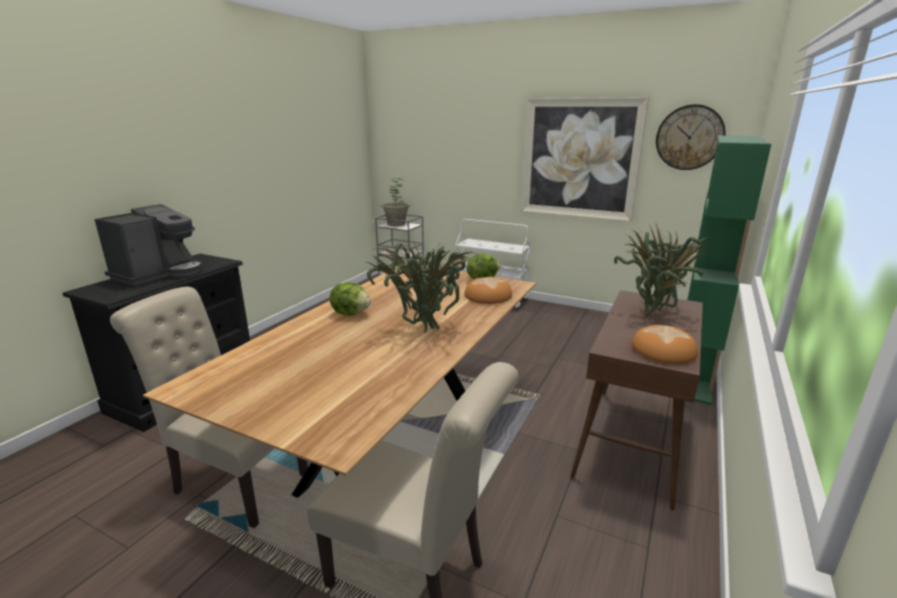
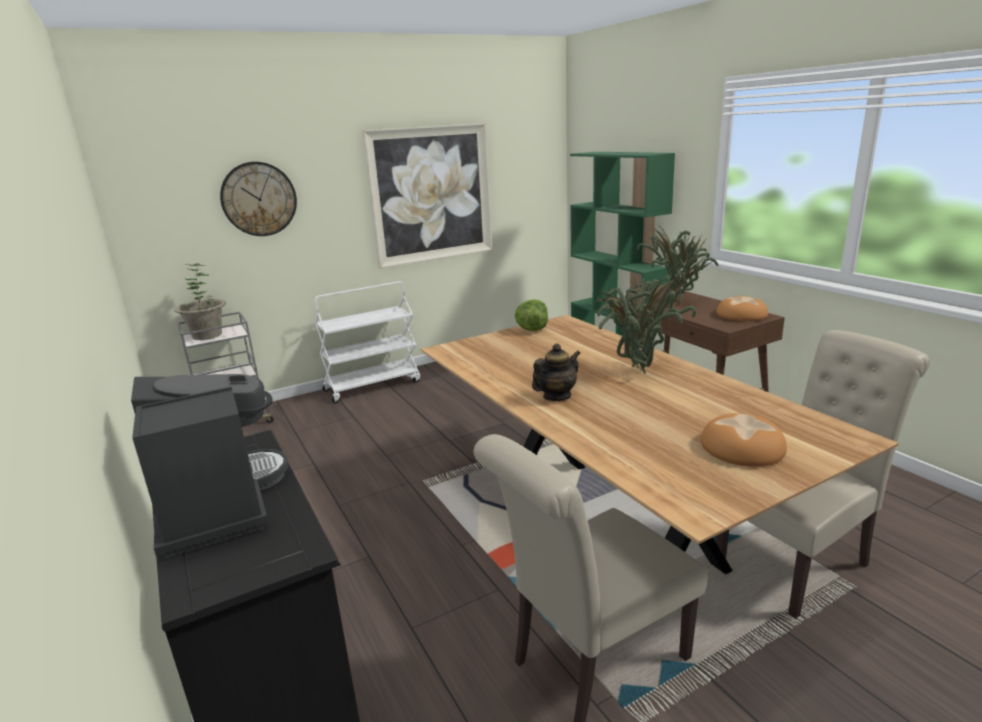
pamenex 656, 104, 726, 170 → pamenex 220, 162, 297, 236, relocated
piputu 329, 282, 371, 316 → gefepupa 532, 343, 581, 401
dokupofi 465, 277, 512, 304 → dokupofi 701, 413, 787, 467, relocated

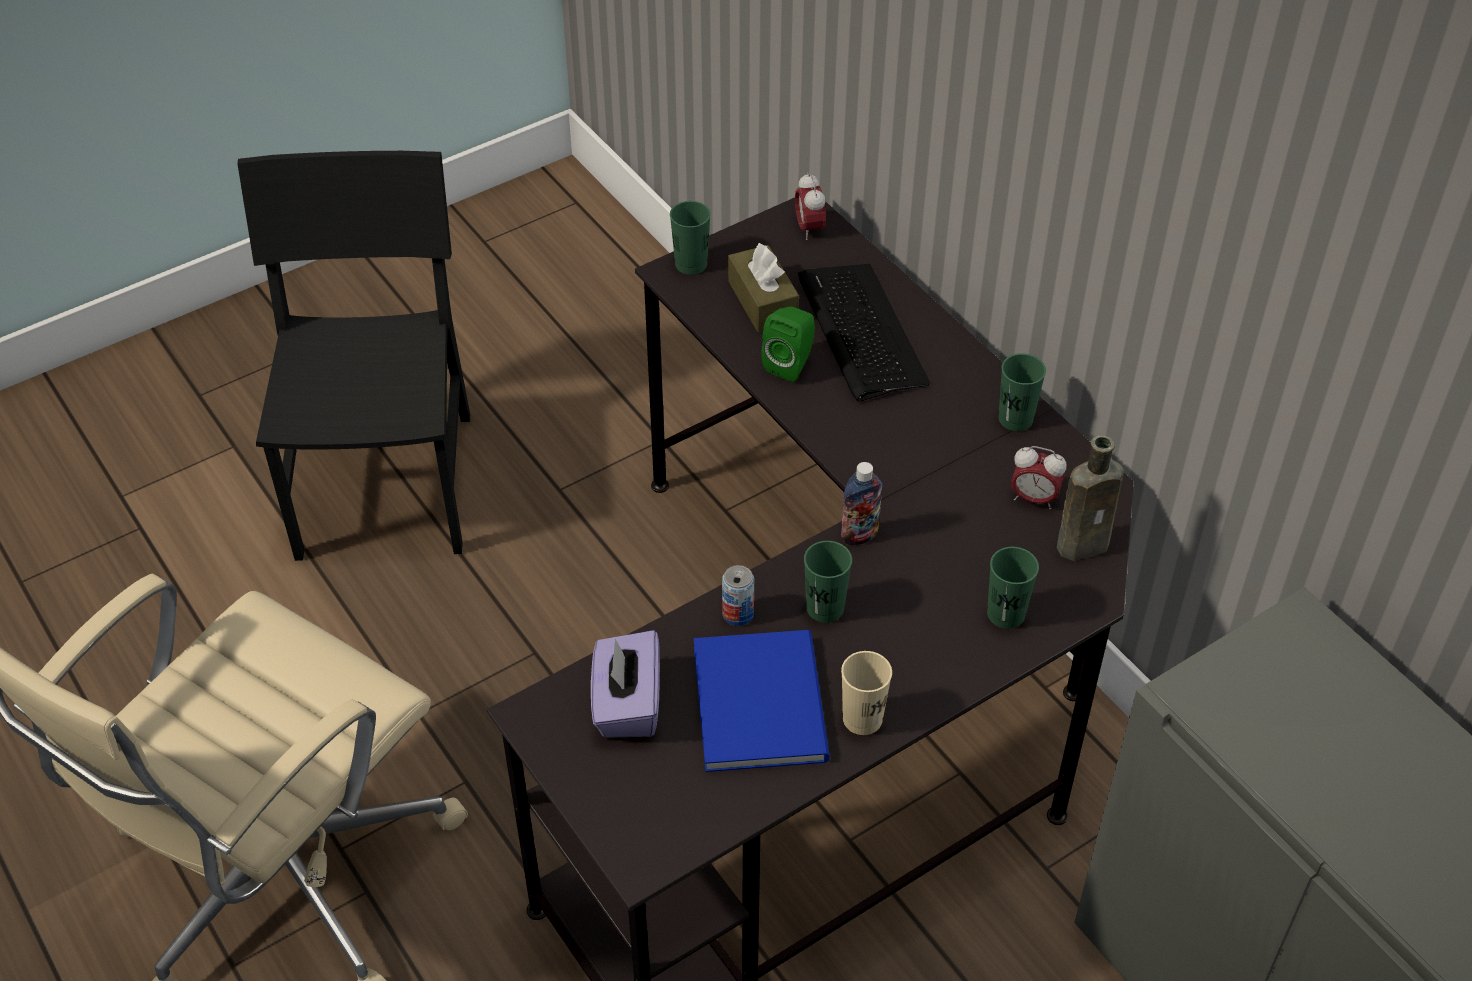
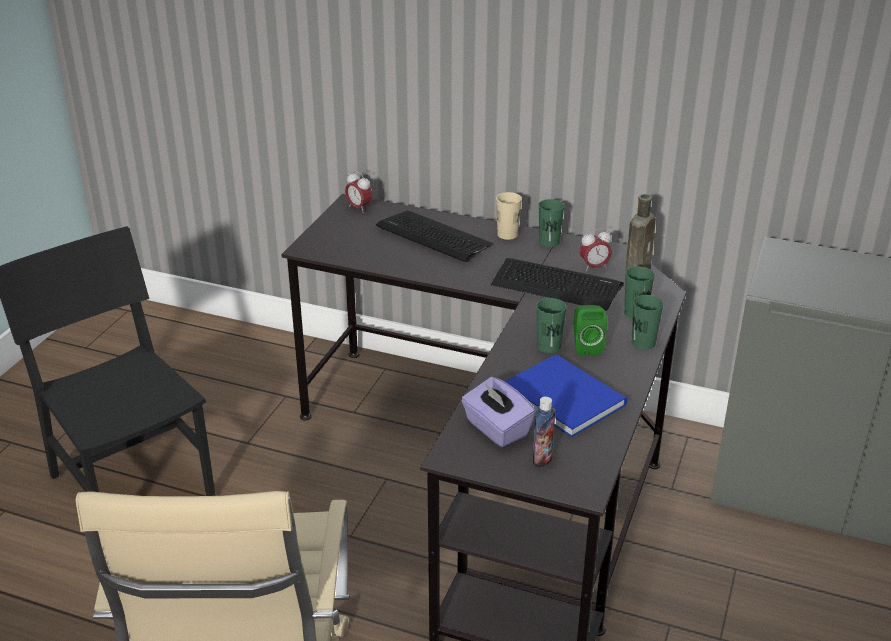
- → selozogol 491, 258, 624, 311
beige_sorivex 841, 651, 892, 735 → beige_sorivex 496, 192, 522, 240, relocated
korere 841, 462, 882, 545 → korere 533, 397, 556, 468, relocated
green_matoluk 761, 306, 815, 382 → green_matoluk 574, 305, 607, 356, relocated
green_sorivex 670, 201, 711, 275 → green_sorivex 632, 295, 663, 350, relocated
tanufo 722, 565, 754, 626 → -
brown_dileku 728, 243, 799, 333 → -

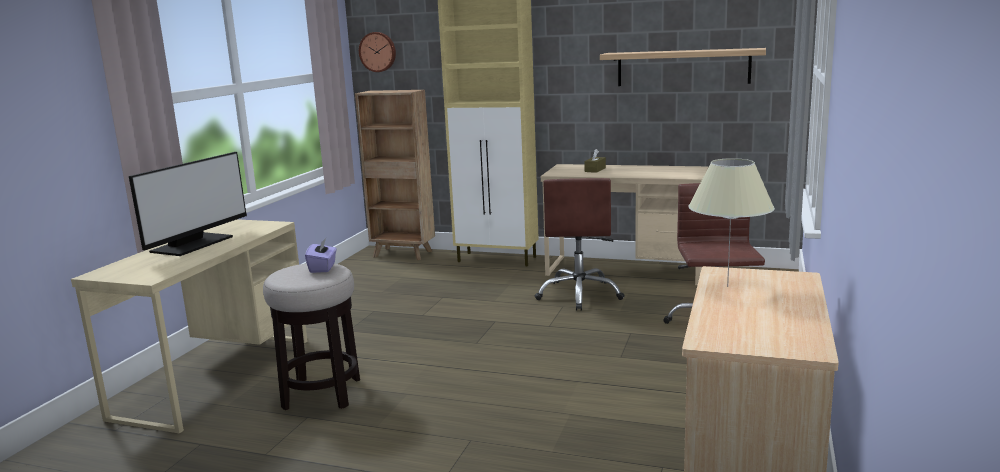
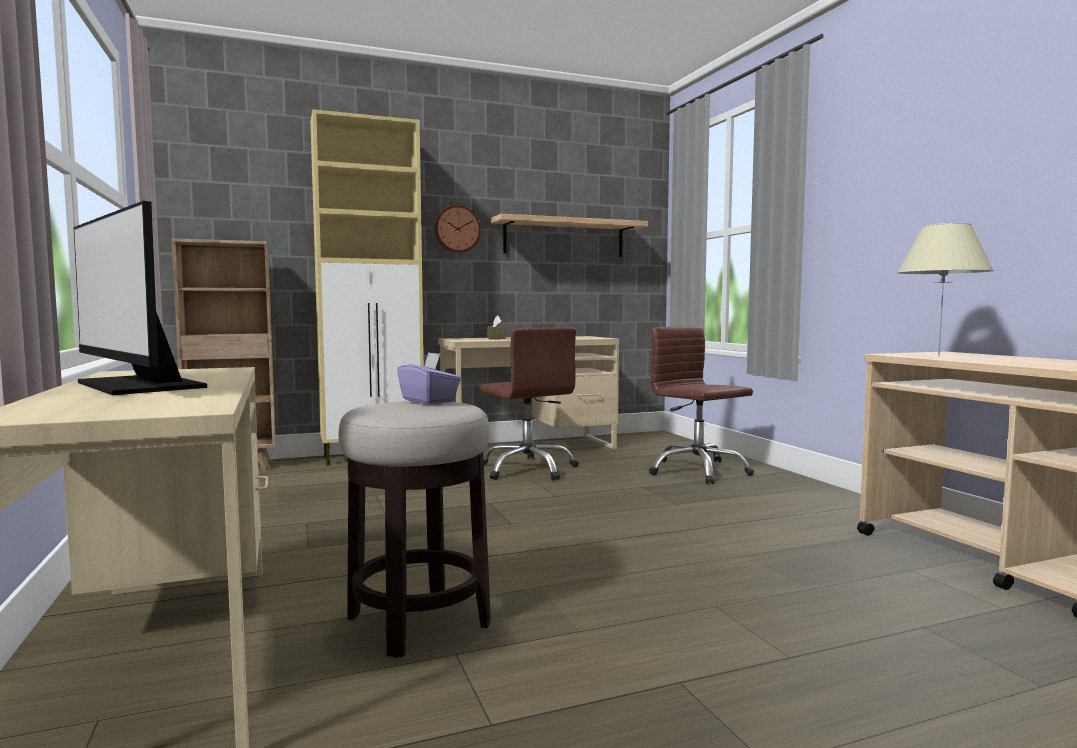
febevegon 129, 152, 247, 256 → febevegon 74, 201, 207, 395, 150 degrees clockwise
pamenex 359, 32, 396, 72 → pamenex 434, 205, 481, 253, relocated

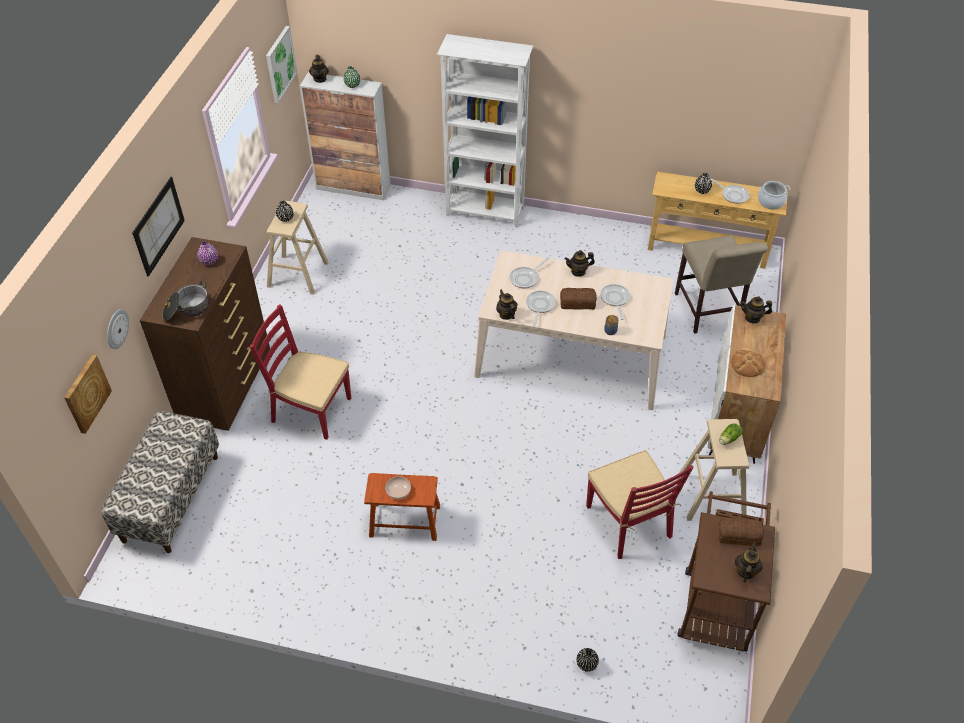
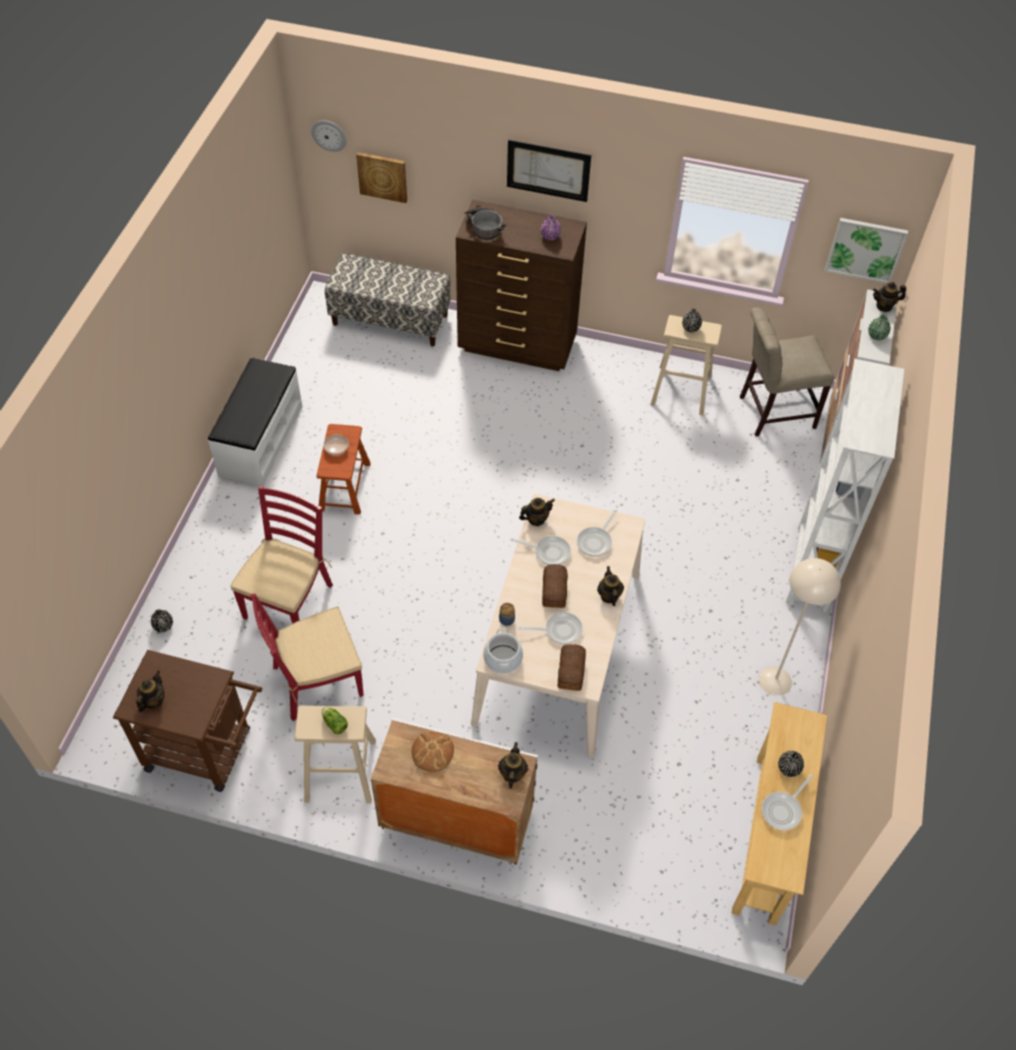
gefepupa 735, 542, 763, 582 → gefepupa 136, 670, 165, 712, 90 degrees counterclockwise
- → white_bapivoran 208, 358, 302, 486
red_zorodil 250, 304, 351, 440 → red_zorodil 230, 486, 333, 624, relocated
pamenex 107, 309, 129, 349 → pamenex 311, 120, 347, 152, relocated
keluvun 758, 181, 791, 209 → keluvun 483, 628, 523, 674, relocated
dokupofi 718, 517, 764, 546 → dokupofi 558, 644, 586, 691, relocated
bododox 509, 257, 550, 288 → bododox 577, 509, 617, 557, 105 degrees counterclockwise
beige_zorodil 675, 236, 768, 334 → beige_zorodil 740, 307, 835, 437, relocated
- → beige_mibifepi 759, 558, 841, 696

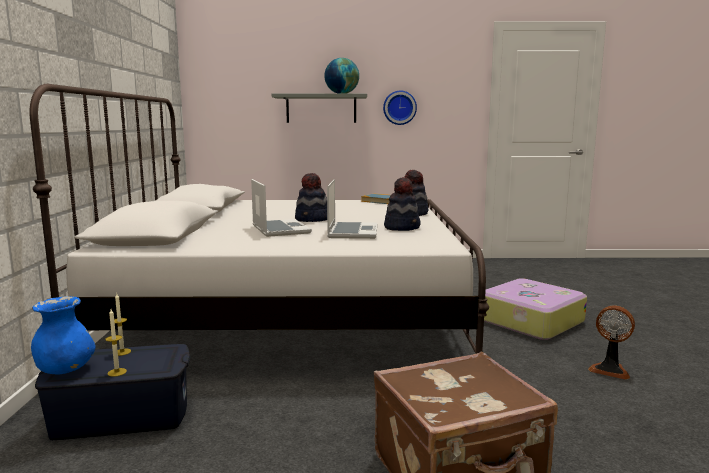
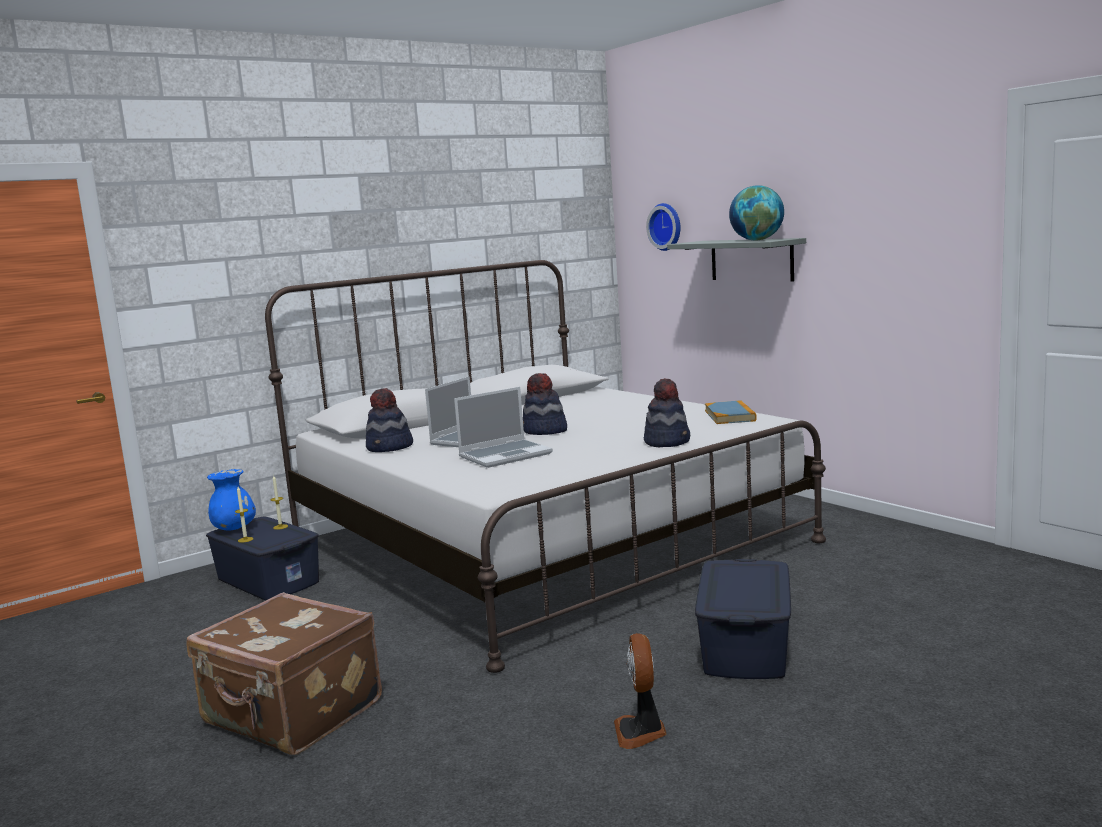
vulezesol 384, 177, 421, 231 → vulezesol 366, 388, 413, 452, relocated
pamenex 383, 90, 417, 125 → pamenex 646, 203, 681, 251, relocated
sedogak 484, 278, 587, 340 → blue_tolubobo 695, 559, 791, 679

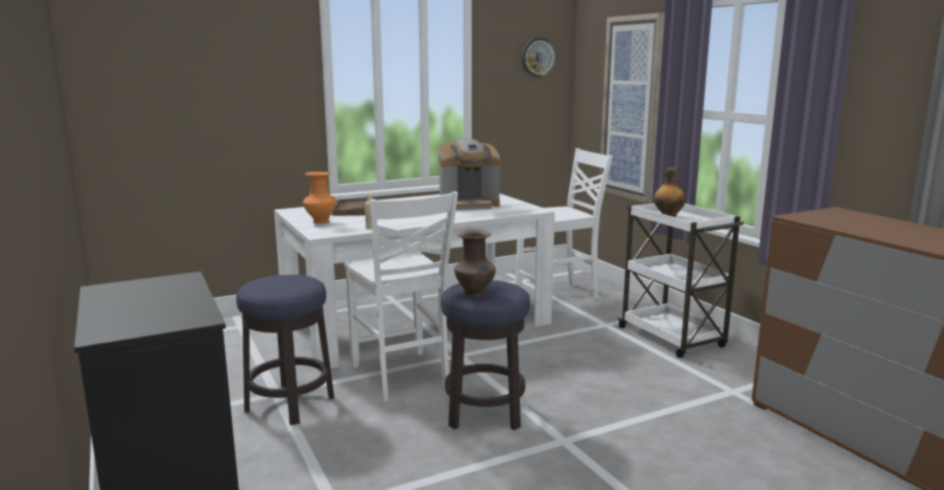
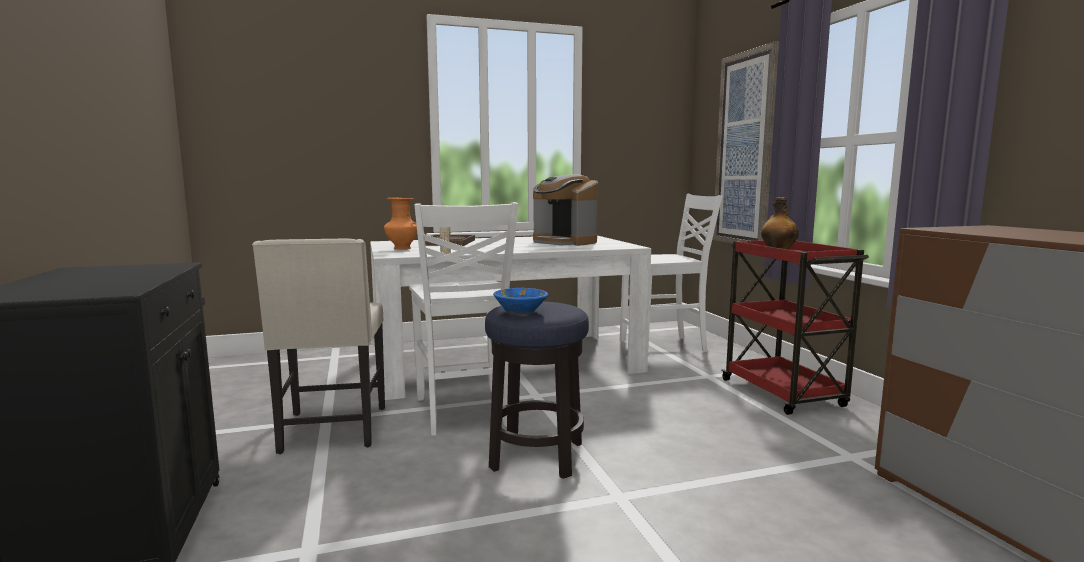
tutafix 236, 275, 334, 425 → beige_zorodil 252, 239, 385, 454
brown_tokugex 454, 229, 496, 298 → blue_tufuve 493, 288, 548, 315
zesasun 438, 138, 500, 210 → zesasun 533, 174, 598, 246, 45 degrees clockwise
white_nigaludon 617, 203, 744, 358 → red_nigaludon 721, 240, 869, 415
pamenex 522, 38, 556, 77 → -

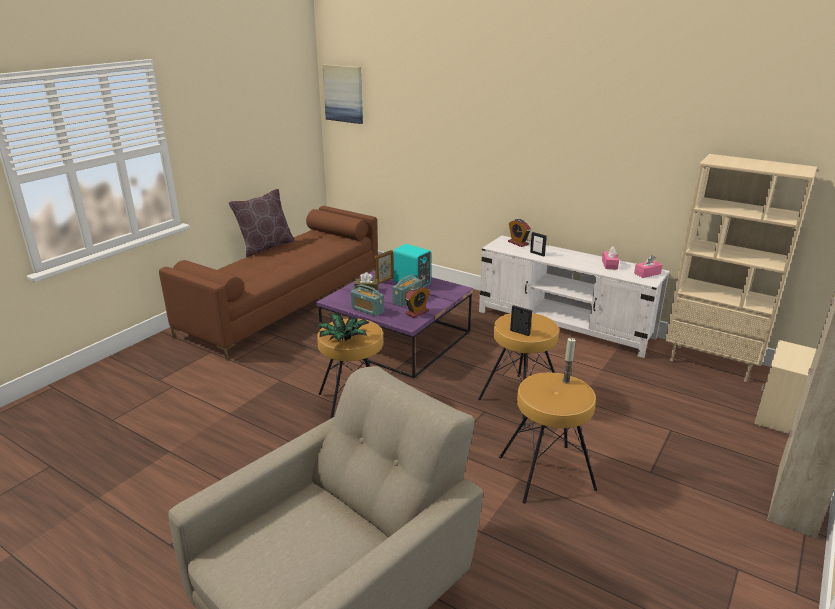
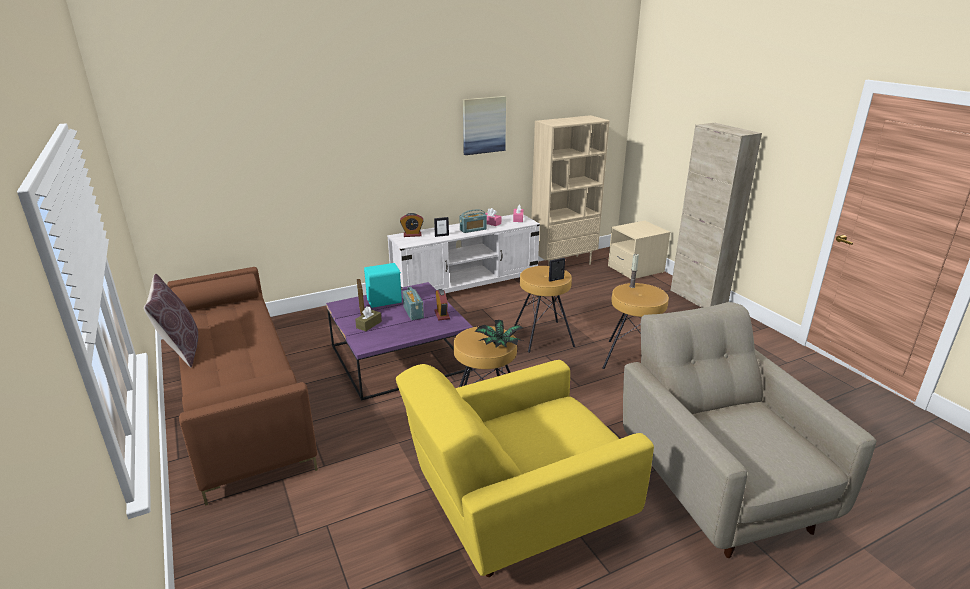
- → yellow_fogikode 396, 360, 654, 577
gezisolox 351, 285, 384, 316 → gezisolox 460, 209, 487, 233, relocated
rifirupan 322, 64, 363, 124 → rifirupan 463, 96, 506, 155, relocated

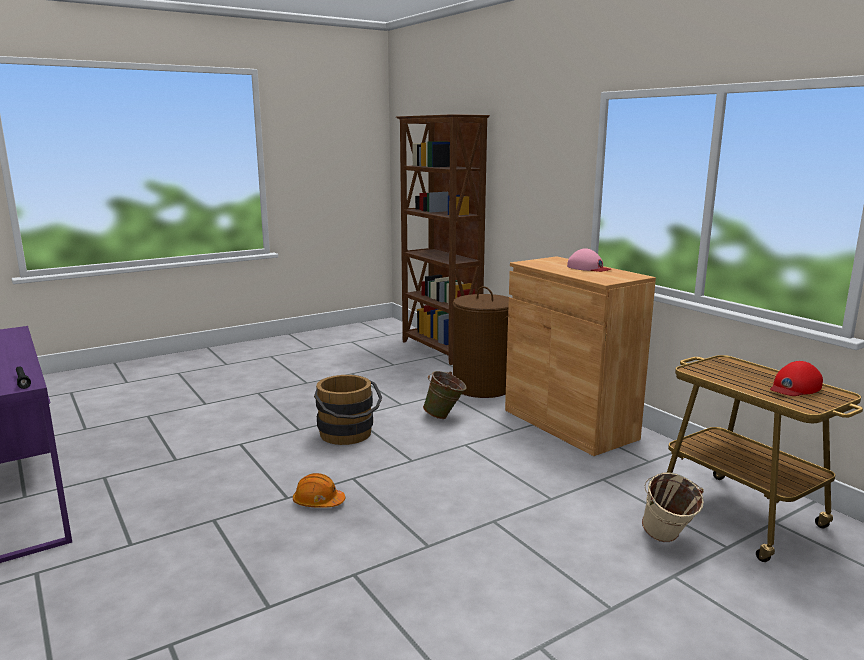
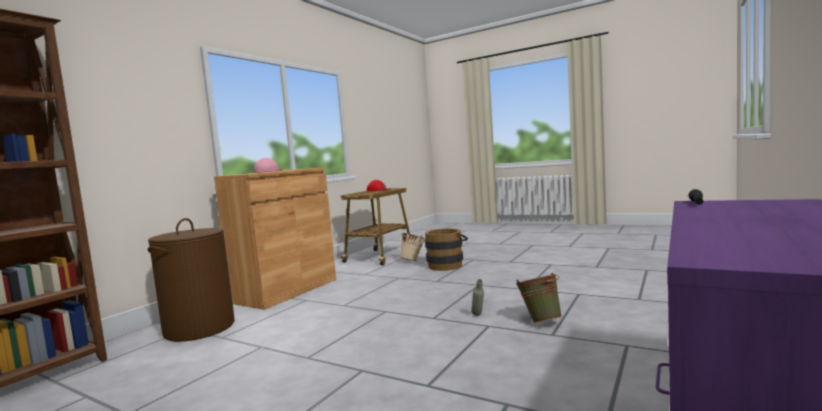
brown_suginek 314, 375, 382, 445 → brown_suginek 425, 229, 468, 271, relocated
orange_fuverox 293, 473, 345, 507 → grey_korere 471, 279, 484, 316
green_suginek 423, 371, 467, 419 → green_suginek 516, 273, 562, 323, relocated

